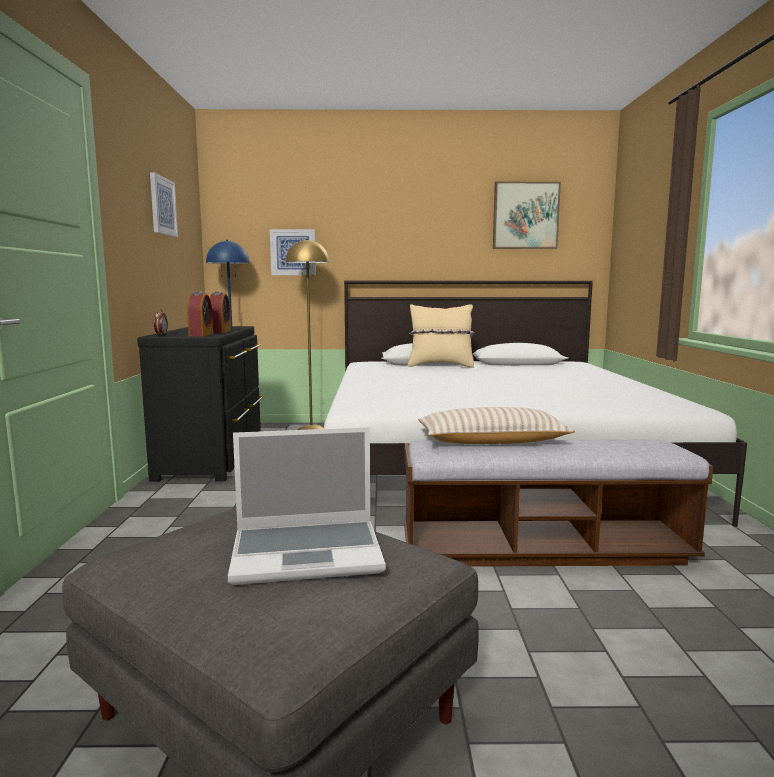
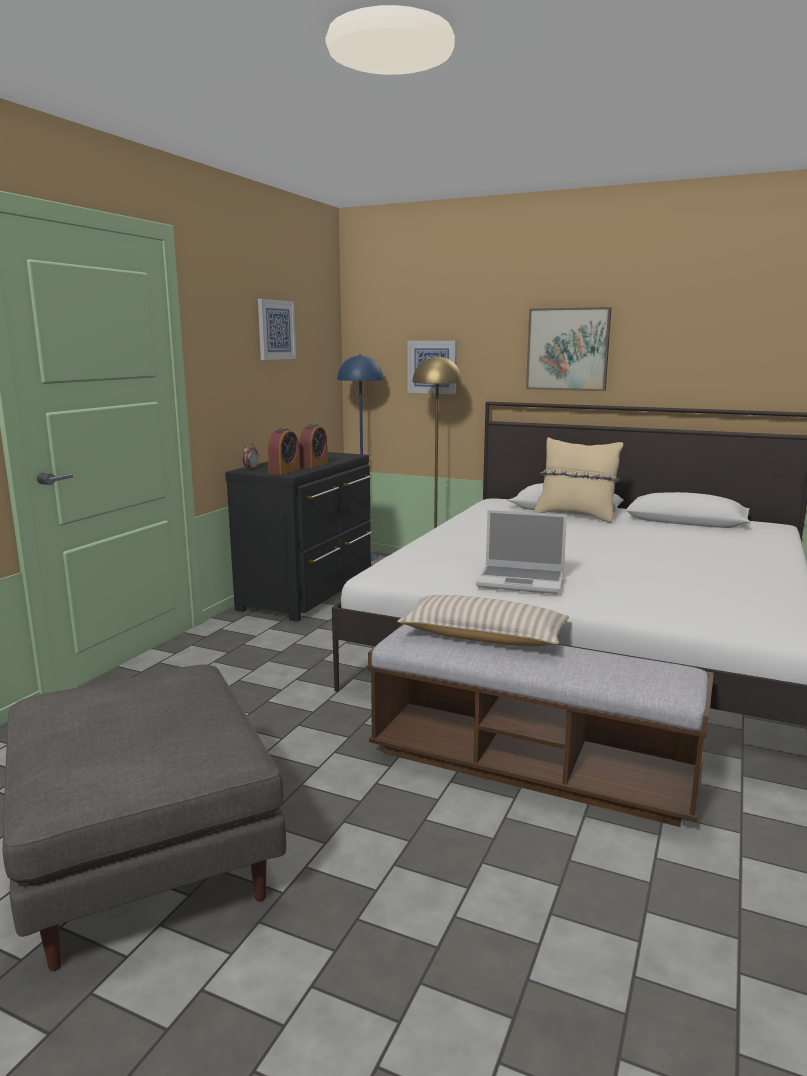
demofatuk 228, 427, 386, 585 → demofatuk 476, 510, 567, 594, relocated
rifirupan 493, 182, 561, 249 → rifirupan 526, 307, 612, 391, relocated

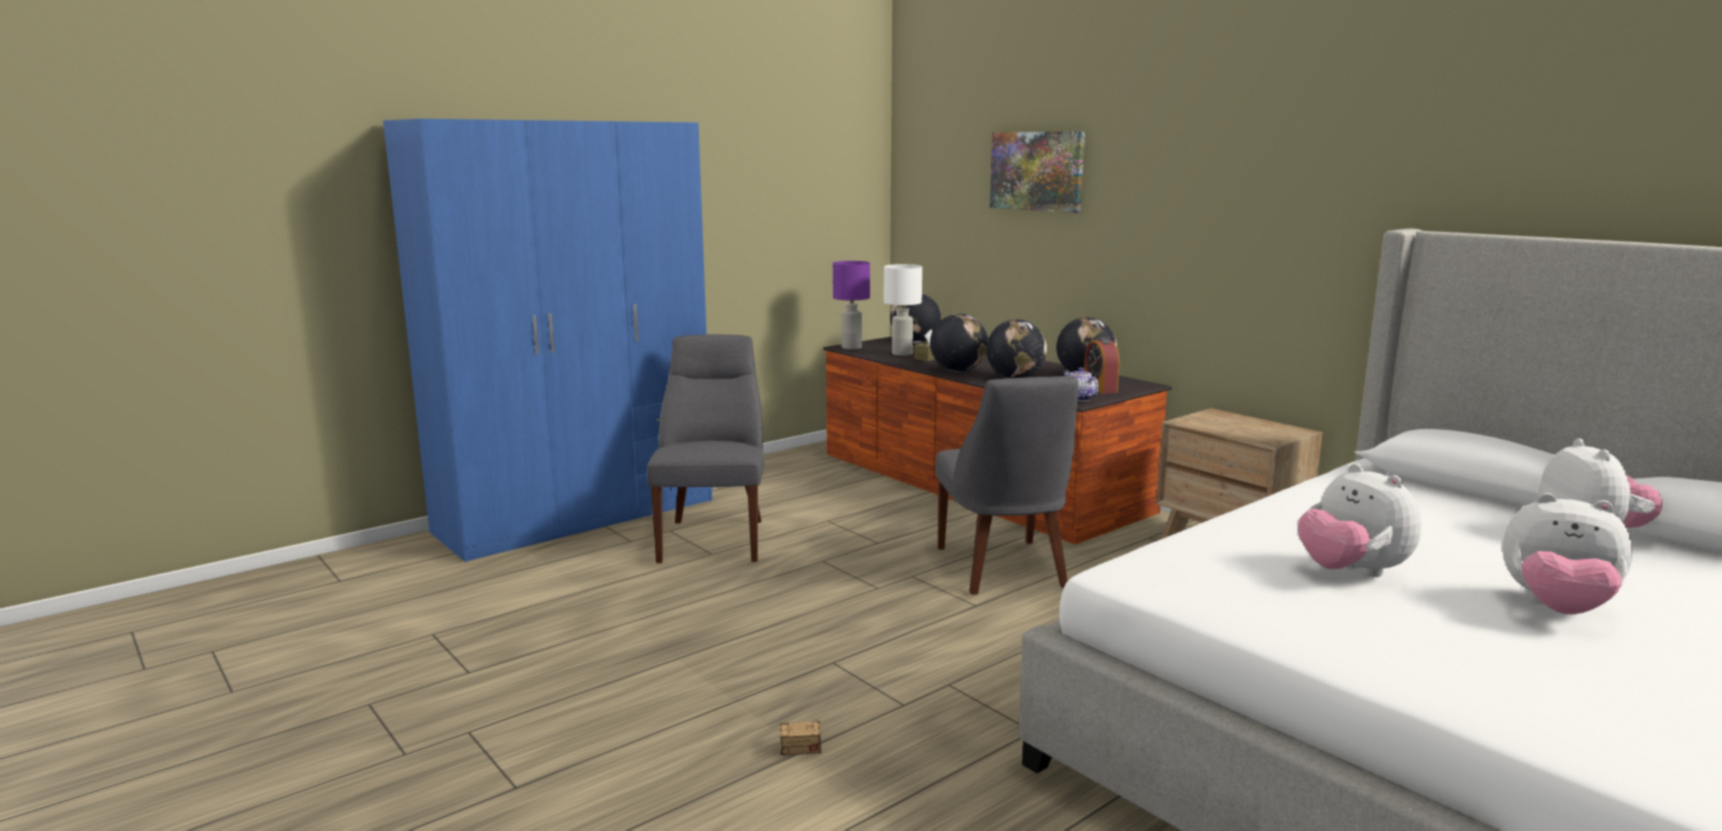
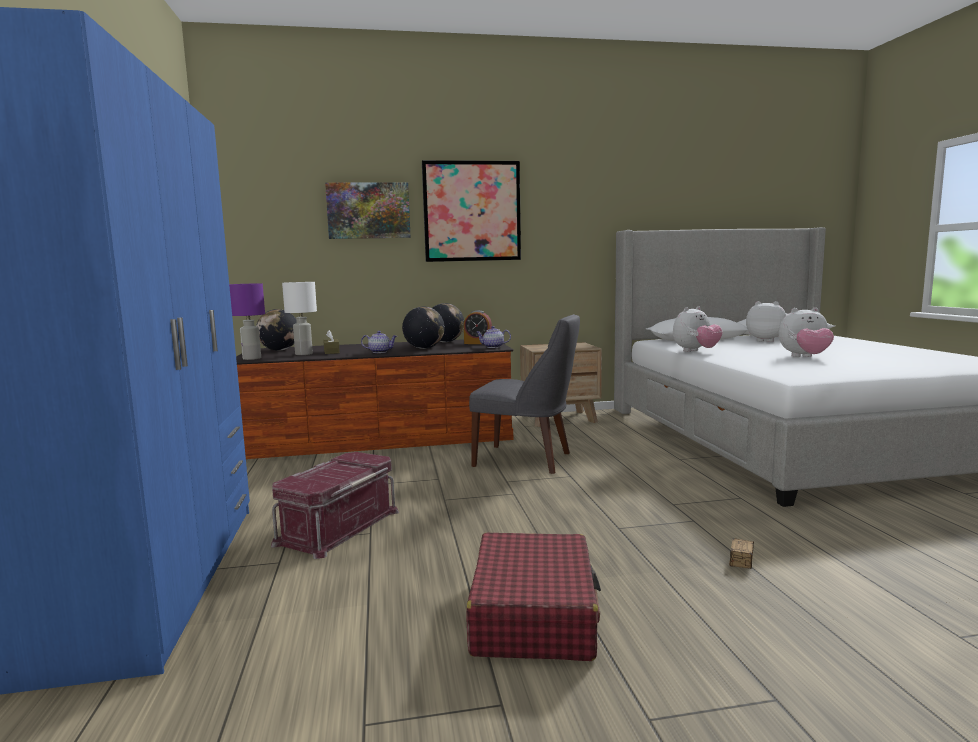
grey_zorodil 647, 335, 764, 563 → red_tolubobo 271, 452, 399, 559
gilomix 930, 314, 988, 372 → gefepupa 361, 331, 397, 353
- → rifirupan 422, 160, 521, 262
- → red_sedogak 466, 533, 601, 661
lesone 1503, 493, 1632, 615 → lesone 673, 306, 723, 352, relocated

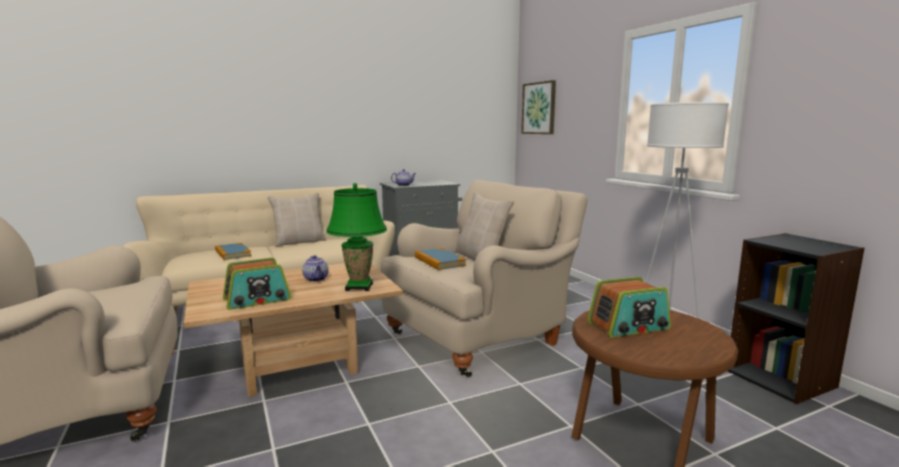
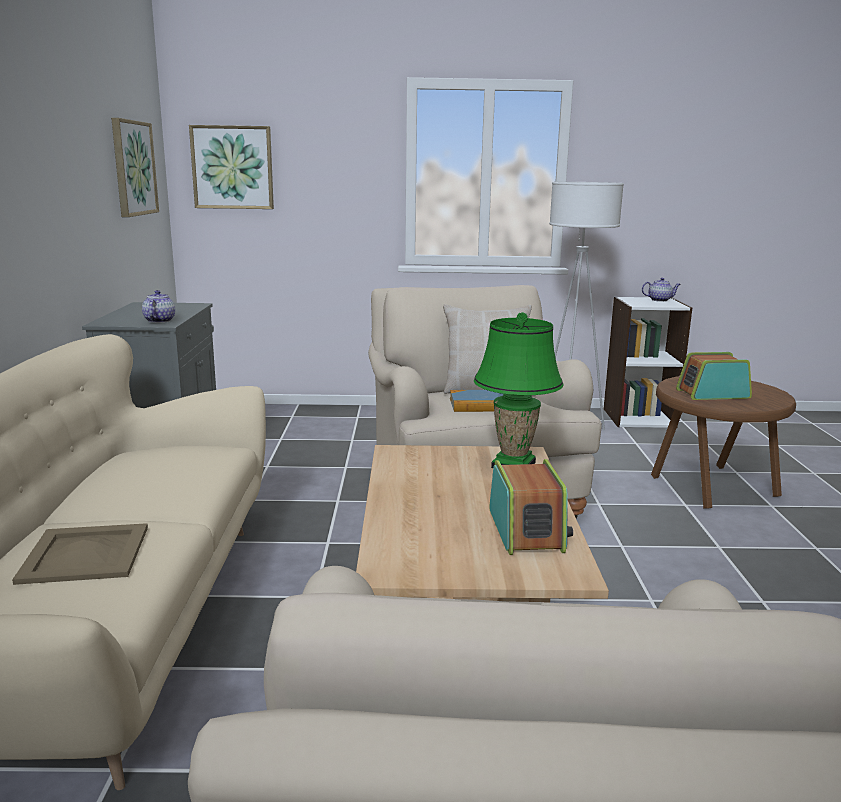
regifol 215, 243, 251, 260 → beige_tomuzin 12, 523, 148, 585
- → rifirupan 111, 118, 159, 217
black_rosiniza 727, 233, 865, 404 → white_rosiniza 604, 297, 692, 428
gefepupa 302, 255, 329, 282 → gefepupa 642, 278, 681, 302, relocated
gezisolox 587, 276, 671, 338 → gezisolox 676, 352, 752, 400, 105 degrees counterclockwise
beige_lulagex 268, 193, 326, 247 → -

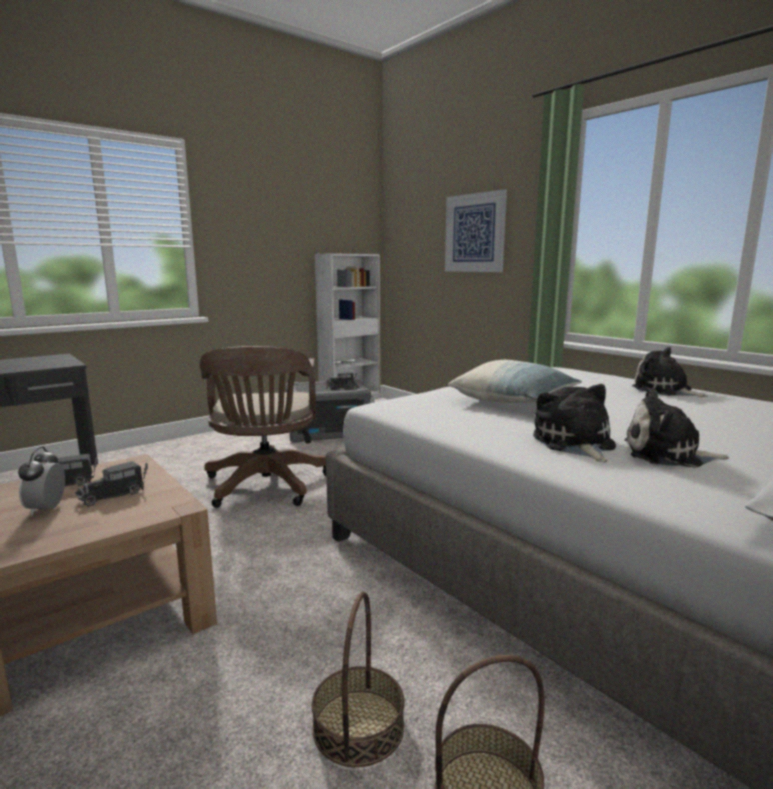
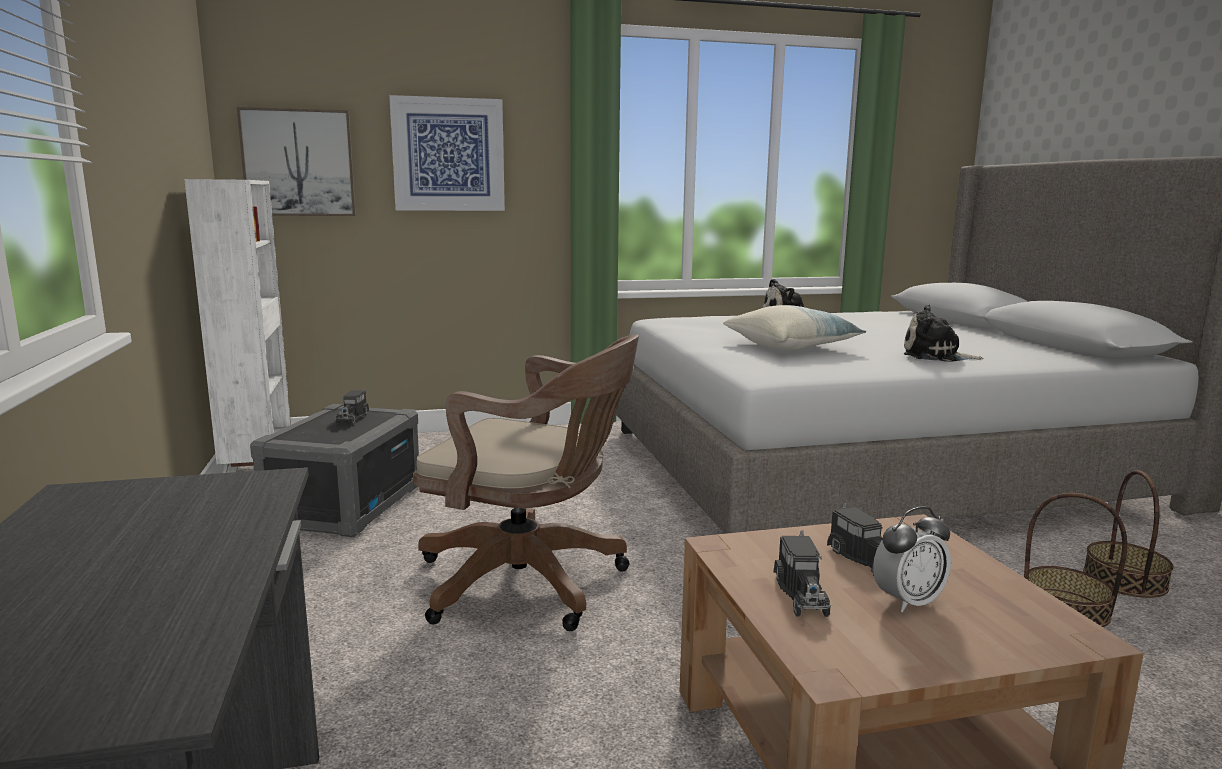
- → rifirupan 237, 107, 356, 216
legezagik 18, 447, 65, 516 → legezagik 873, 507, 951, 612, 45 degrees counterclockwise
lesone 624, 387, 729, 468 → -

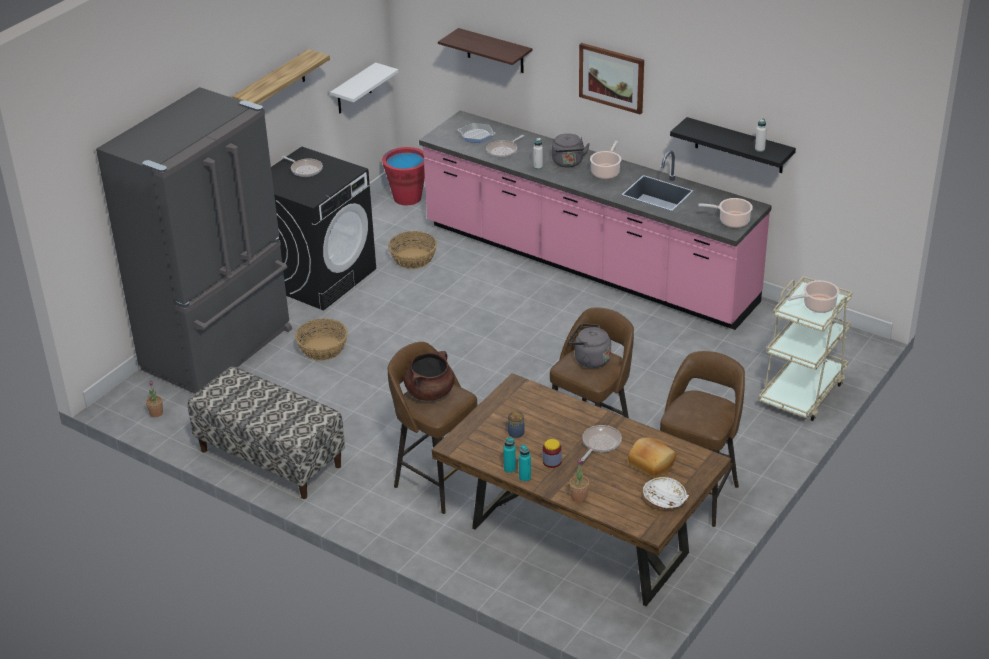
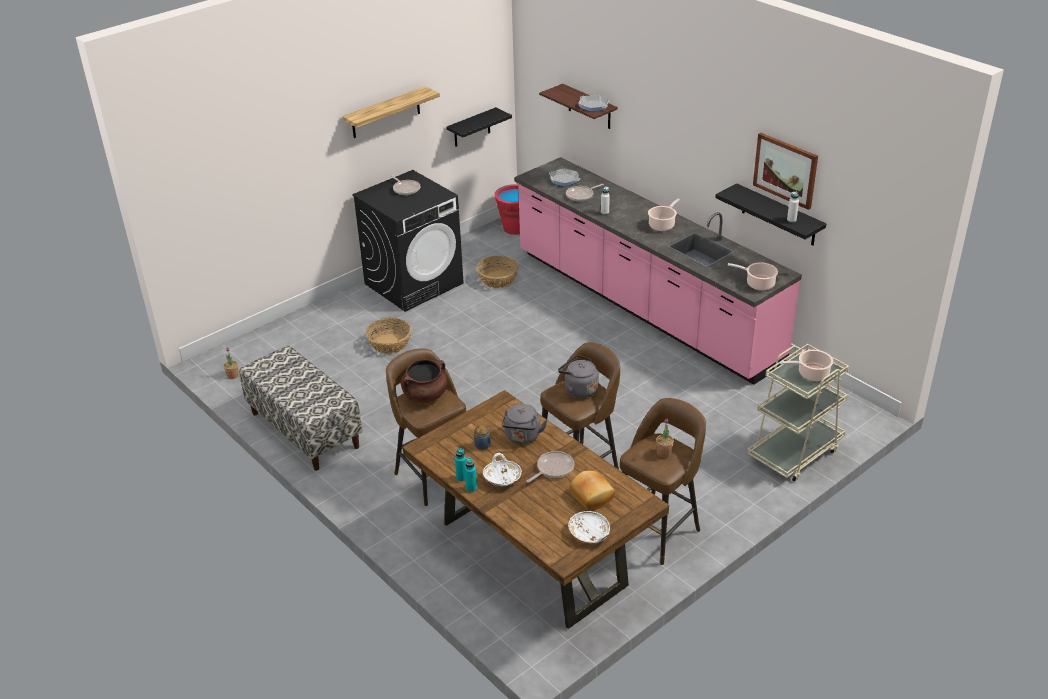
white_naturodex 330, 62, 399, 113 → black_naturodex 447, 107, 512, 147
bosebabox 543, 439, 562, 468 → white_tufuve 483, 453, 522, 486
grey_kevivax 552, 133, 590, 168 → grey_kevivax 502, 404, 547, 444, relocated
- → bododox 578, 95, 609, 112
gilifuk 569, 459, 589, 502 → gilifuk 656, 418, 674, 458, relocated
rifirupan 579, 43, 644, 115 → rifirupan 753, 133, 818, 210, relocated
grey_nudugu 96, 87, 292, 394 → -

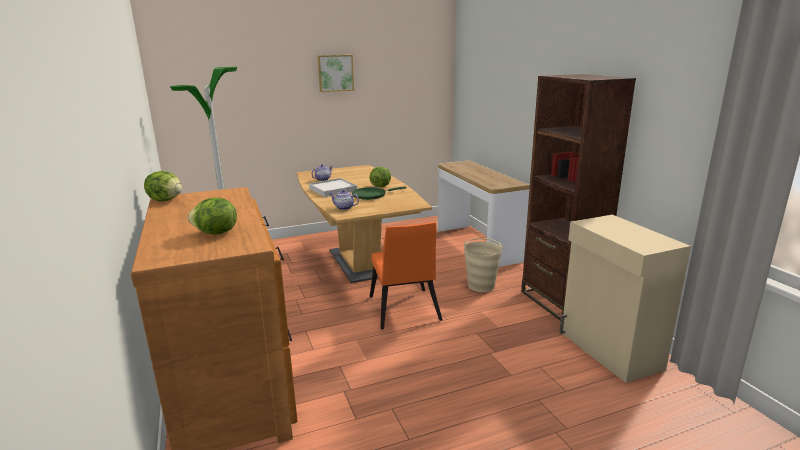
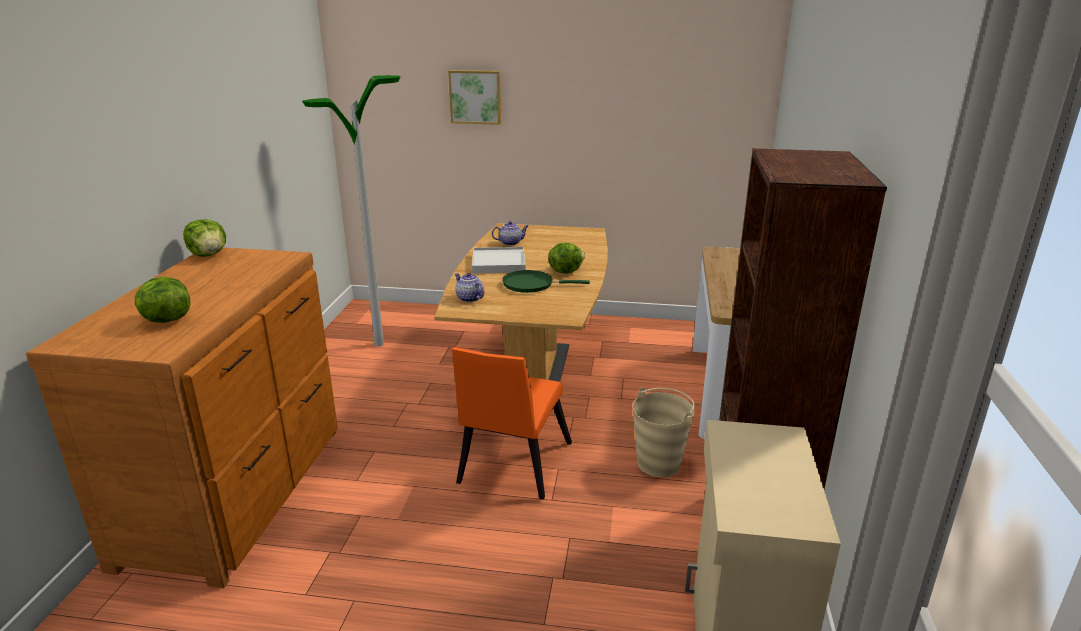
rifirupan 318, 55, 354, 92 → rifirupan 448, 70, 501, 125, relocated

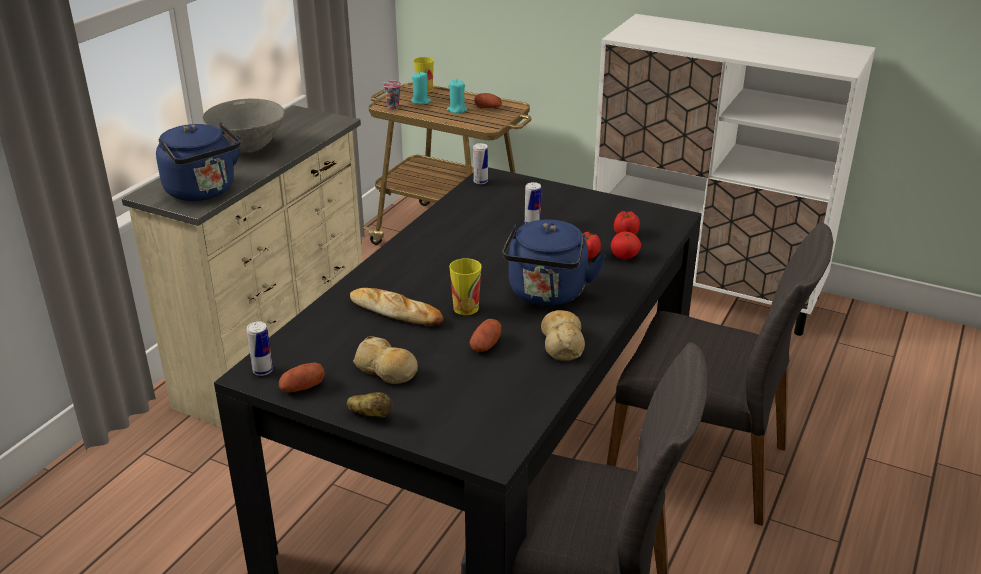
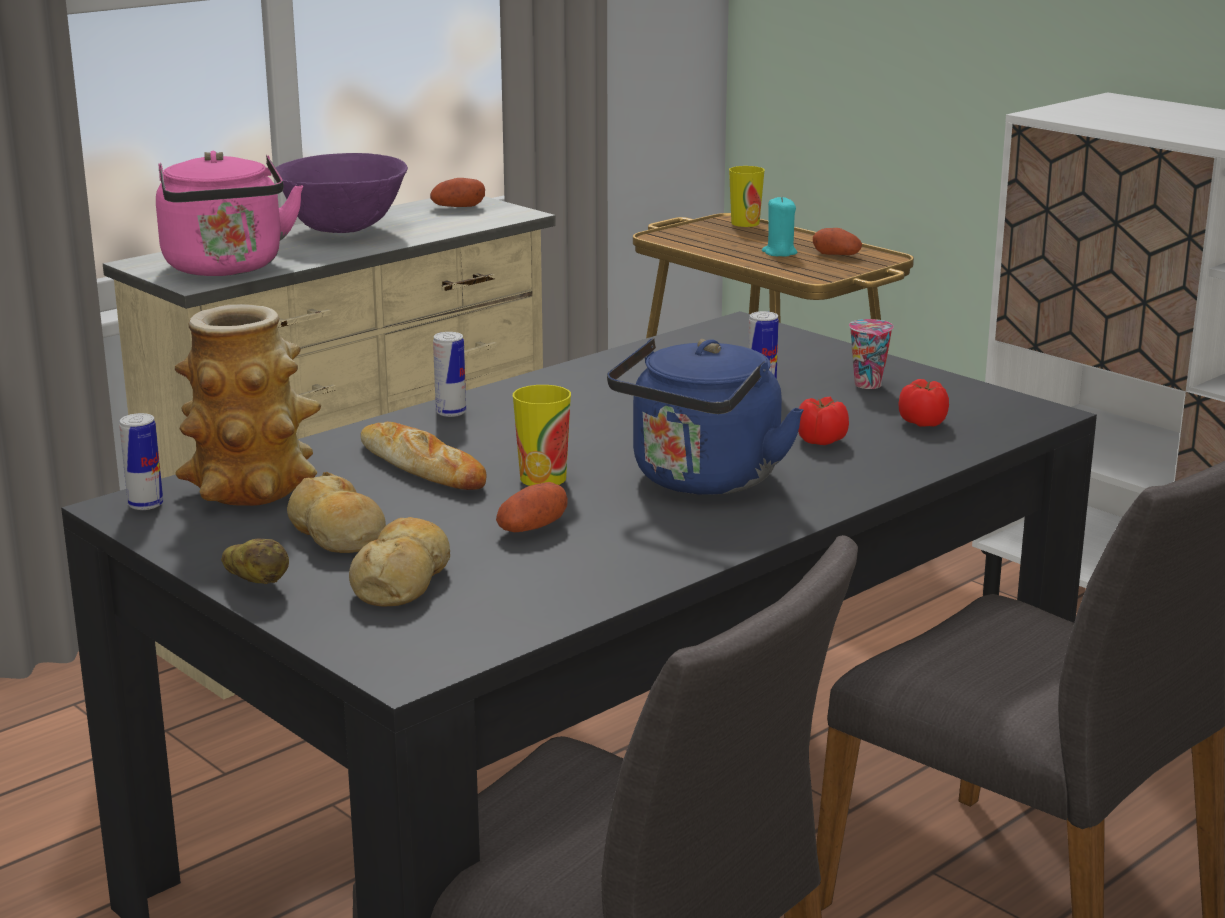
blue_kevivax 156, 122, 241, 201 → pink_kevivax 156, 151, 303, 276
- → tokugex 175, 304, 321, 506
grey_tufuve 202, 98, 285, 153 → purple_tufuve 276, 153, 408, 233
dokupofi 541, 310, 585, 361 → dokupofi 349, 517, 450, 606, relocated
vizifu 279, 363, 325, 392 → vizifu 430, 178, 485, 207, relocated
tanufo 473, 143, 488, 184 → tanufo 433, 332, 466, 417, relocated
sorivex 383, 81, 401, 110 → sorivex 849, 319, 894, 389, relocated
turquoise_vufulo 411, 71, 431, 104 → -
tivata 611, 232, 641, 259 → -

